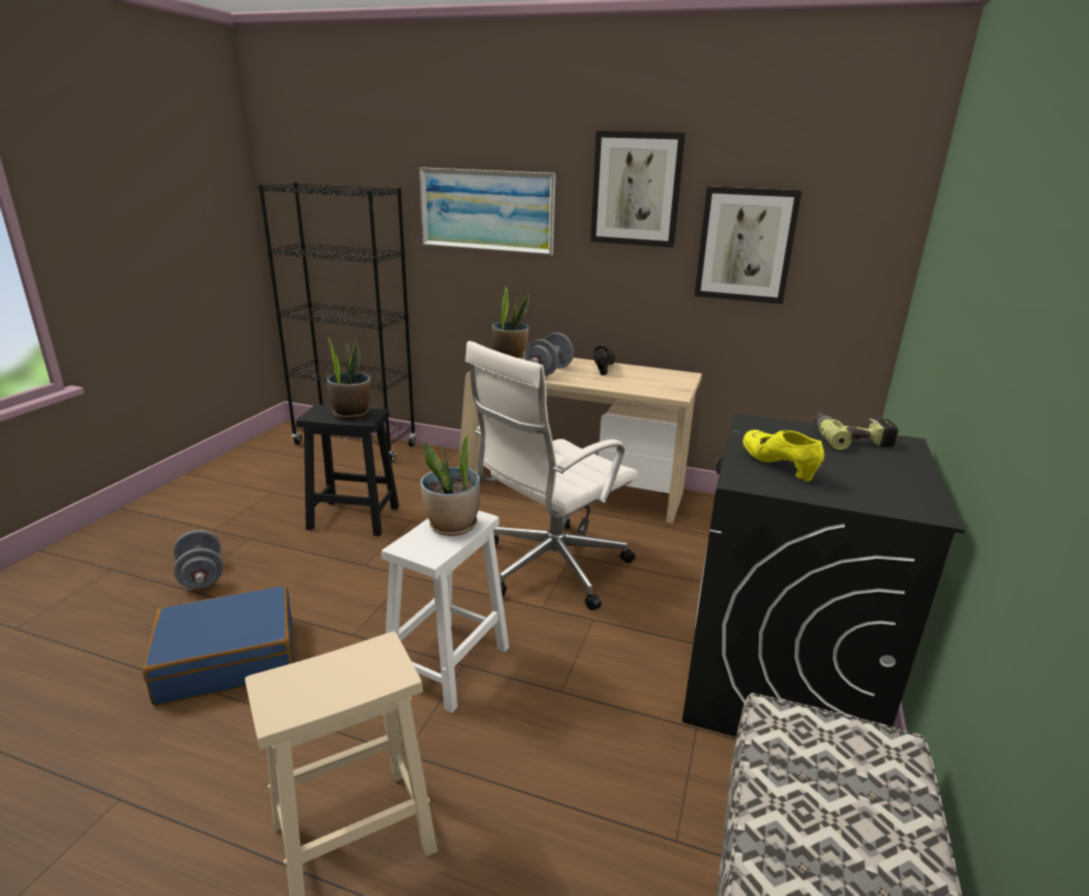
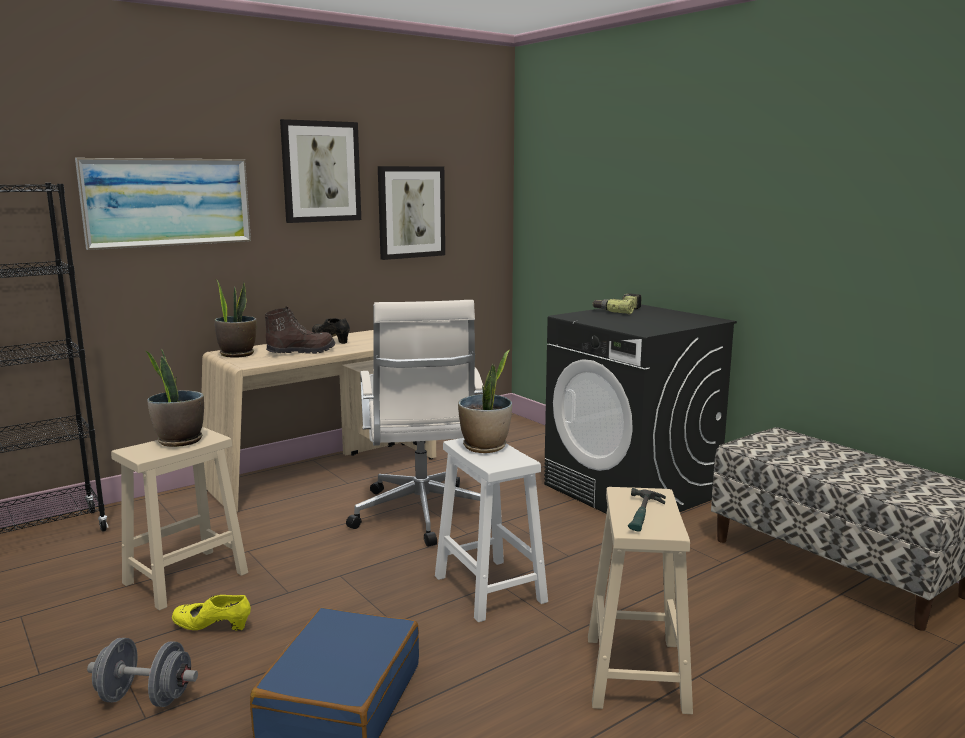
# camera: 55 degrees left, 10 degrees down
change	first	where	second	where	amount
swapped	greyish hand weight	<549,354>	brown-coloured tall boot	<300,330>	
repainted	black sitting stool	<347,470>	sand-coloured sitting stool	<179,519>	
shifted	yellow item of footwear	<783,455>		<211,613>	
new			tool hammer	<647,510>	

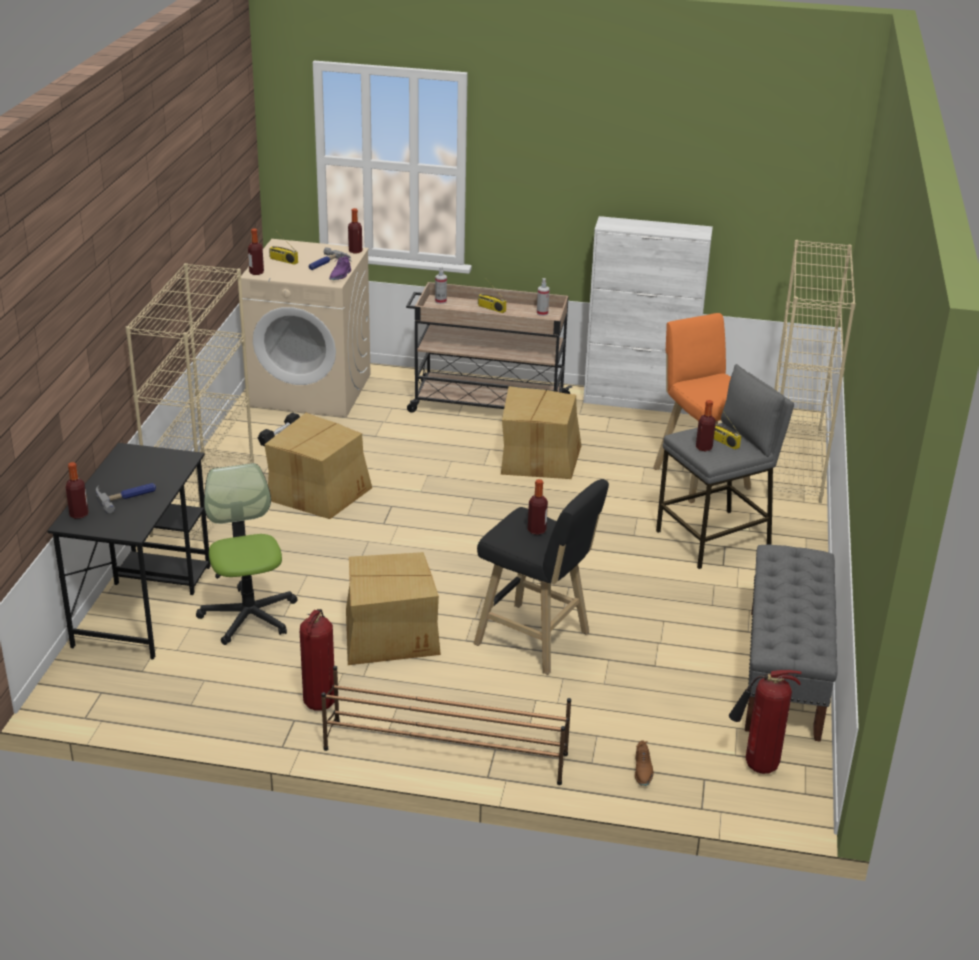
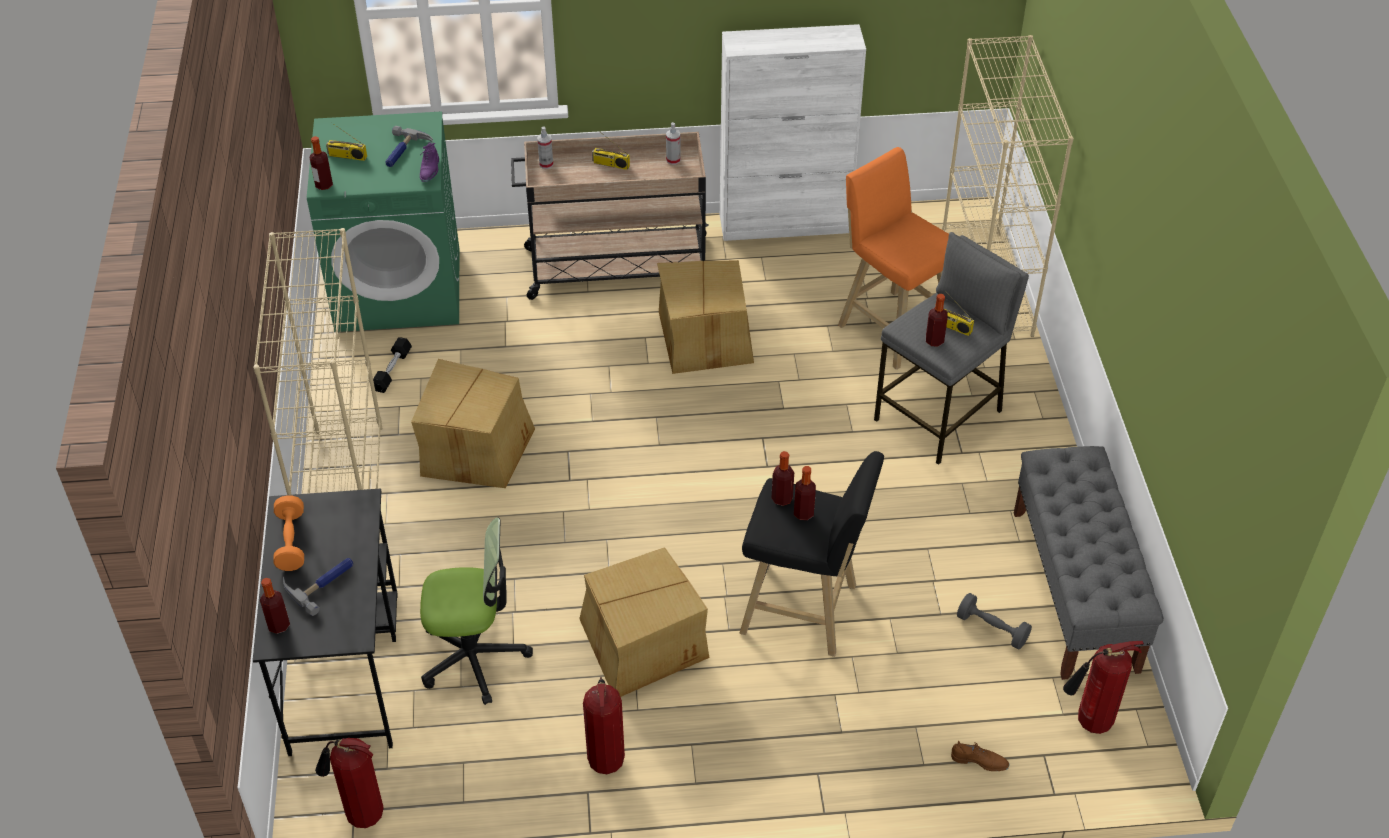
# camera: 15 degrees left, 15 degrees up
change	first	where	second	where	amount
shifted	bottle	<355,231>		<783,478>	
repainted	sand-coloured laundry appliance	<306,328>	greenish laundry appliance	<383,221>	
rotated	office chair	<246,554>		<476,611>	120 degrees clockwise
gone	brown-coloured shoe rack	<446,725>			
rotated	brown-coloured item of footwear	<644,763>		<980,756>	60 degrees counterclockwise
new			orange-coloured hand weight	<289,533>	
new			greyish hand weight	<994,621>	
new			fire-fighting cylinder	<349,783>	

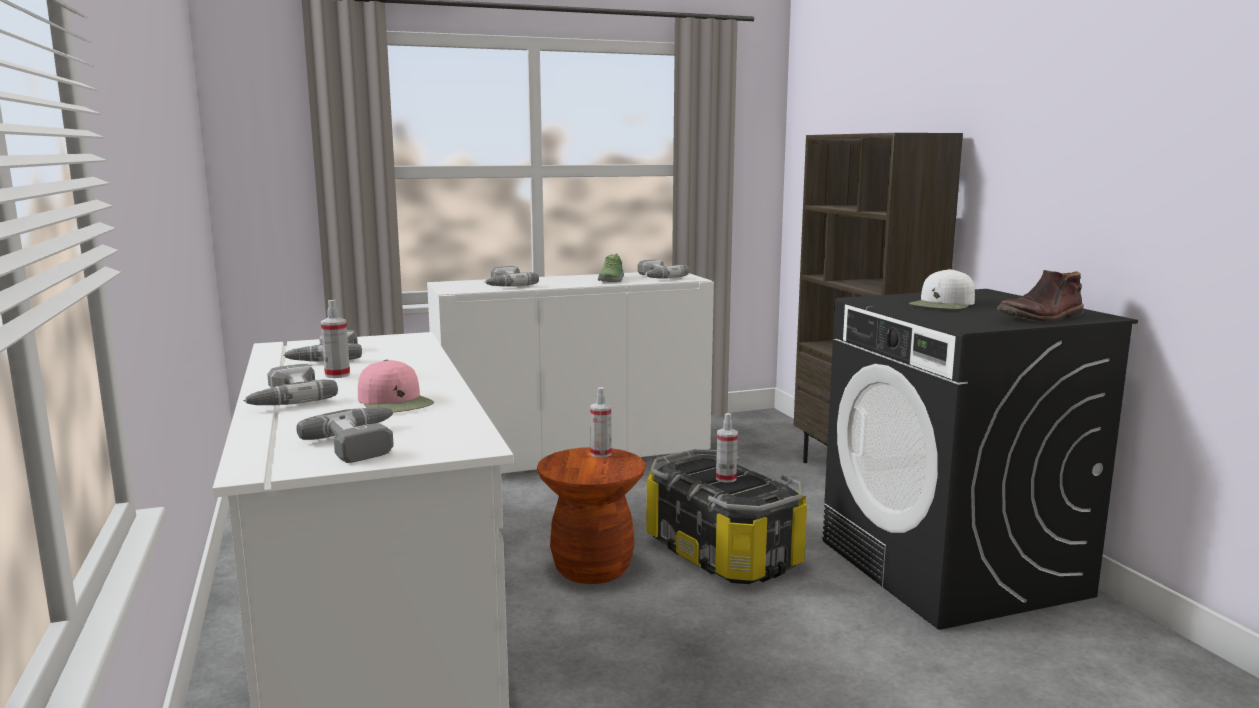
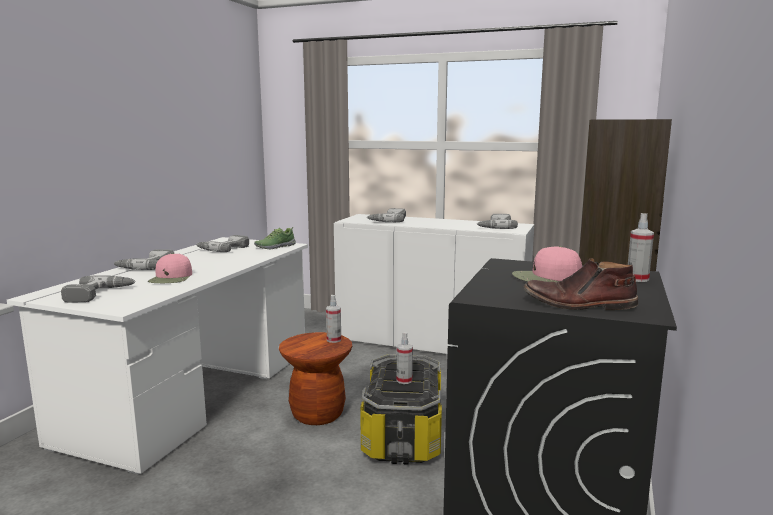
# camera: 40 degrees right, 0 degrees up
change	first	where	second	where	amount
shifted	item of footwear	<611,267>		<275,238>	
repainted	white cap	<941,289>	pinkish cap	<547,264>	
shifted	sprayer	<335,339>		<641,247>	

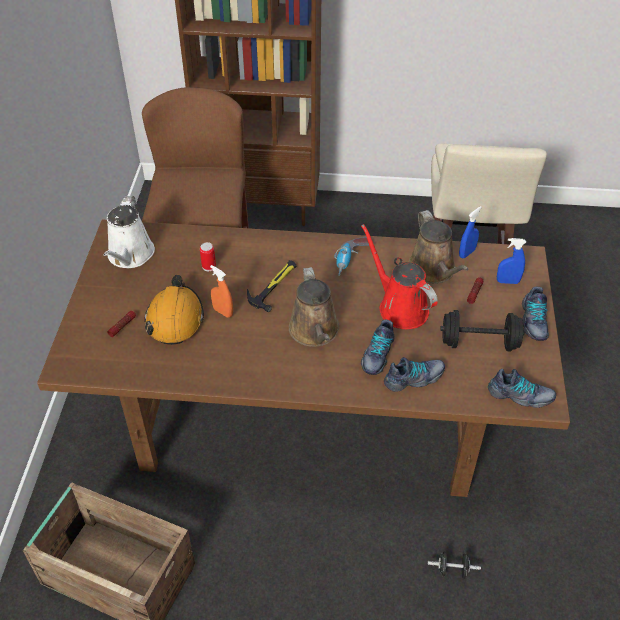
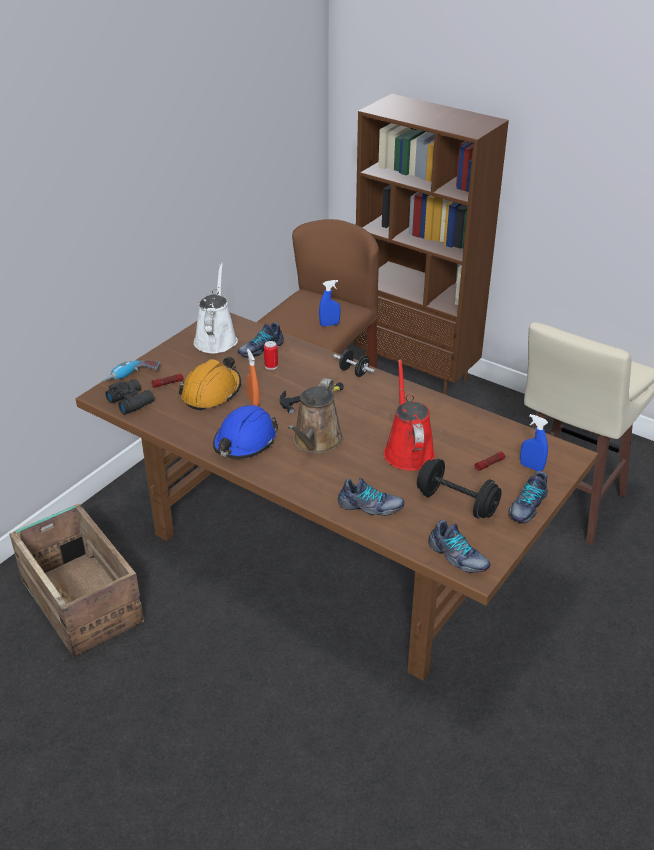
# camera: 30 degrees right, 10 degrees down
change	first	where	second	where	amount
rotated	white watering can	<129,232>		<216,307>	150 degrees clockwise
shifted	bluish sprayer	<470,232>		<330,303>	
gone	brown-coloured watering can	<439,247>			
shifted	electric drill	<351,256>		<131,371>	
shifted	item of footwear	<378,347>		<261,340>	
shifted	black hand weight	<454,565>		<354,363>	
new			black binoculars	<129,397>	
new			bluish hard hat	<245,431>	

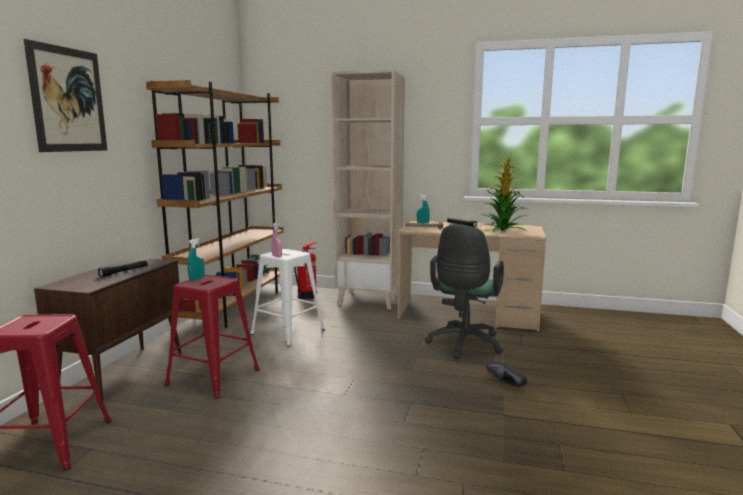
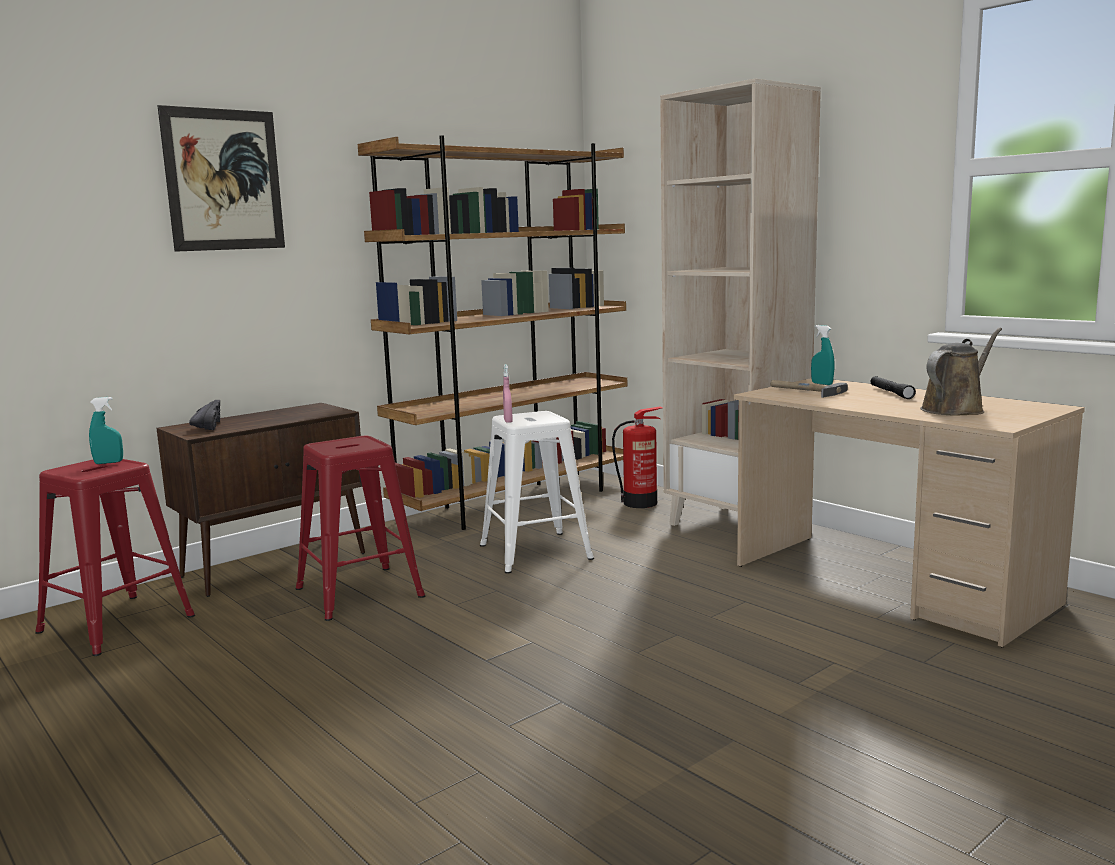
# camera: 35 degrees right, 0 degrees up
change	first	where	second	where	amount
swapped	potted plant	<505,194>	brown-coloured watering can	<961,372>	
gone	greenish office chair	<464,291>			
shifted	blue-green sprayer	<196,259>		<106,430>	
gone	black torch	<122,268>			
shifted	black item of footwear	<506,374>		<204,415>	

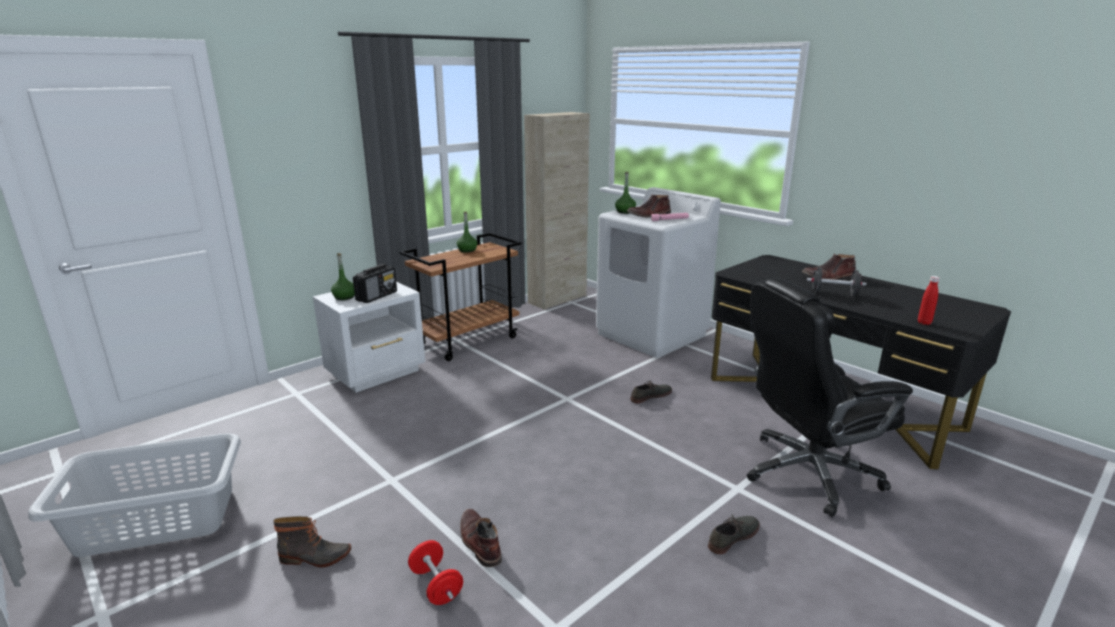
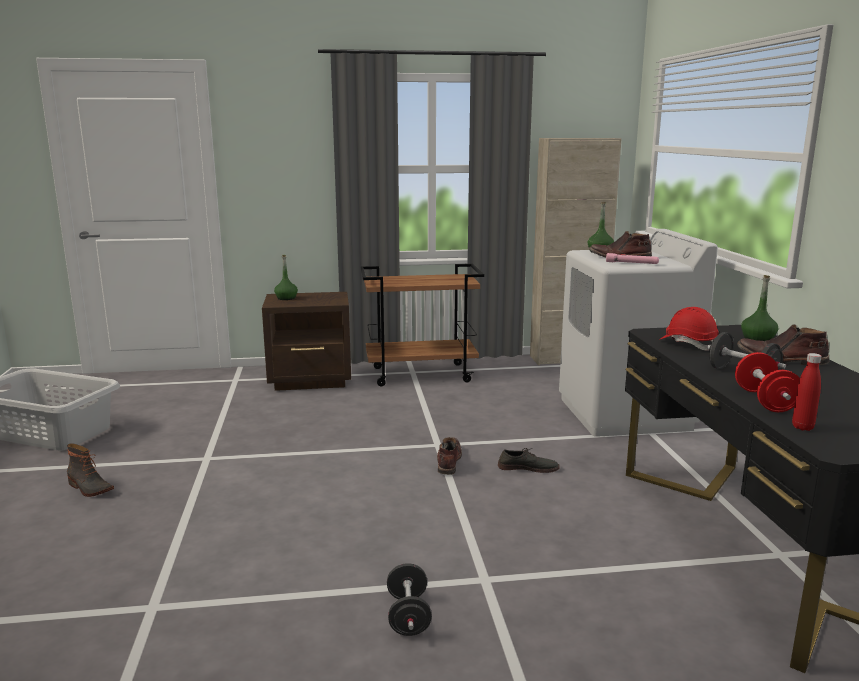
# camera: 35 degrees right, 5 degrees down
change	first	where	second	where	amount
shifted	greenish bottle	<467,232>		<759,308>	
gone	radio	<375,283>			
gone	black office chair	<830,397>			
repainted	white night table	<369,337>	brown-coloured night table	<306,341>	
shifted	brown-coloured tall boot	<481,538>		<449,456>	
swapped	greyish item of footwear	<734,534>	black hand weight	<409,599>	
shifted	red-coloured hand weight	<435,572>		<767,382>	
new			red-coloured hard hat	<689,329>	

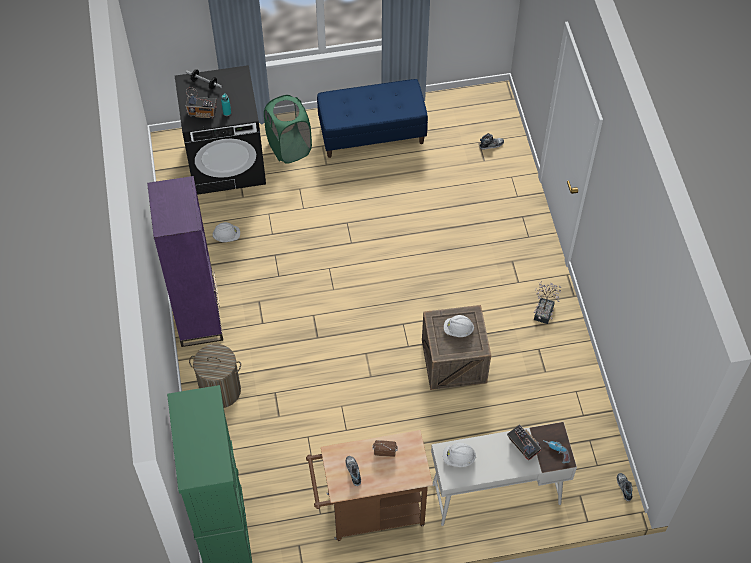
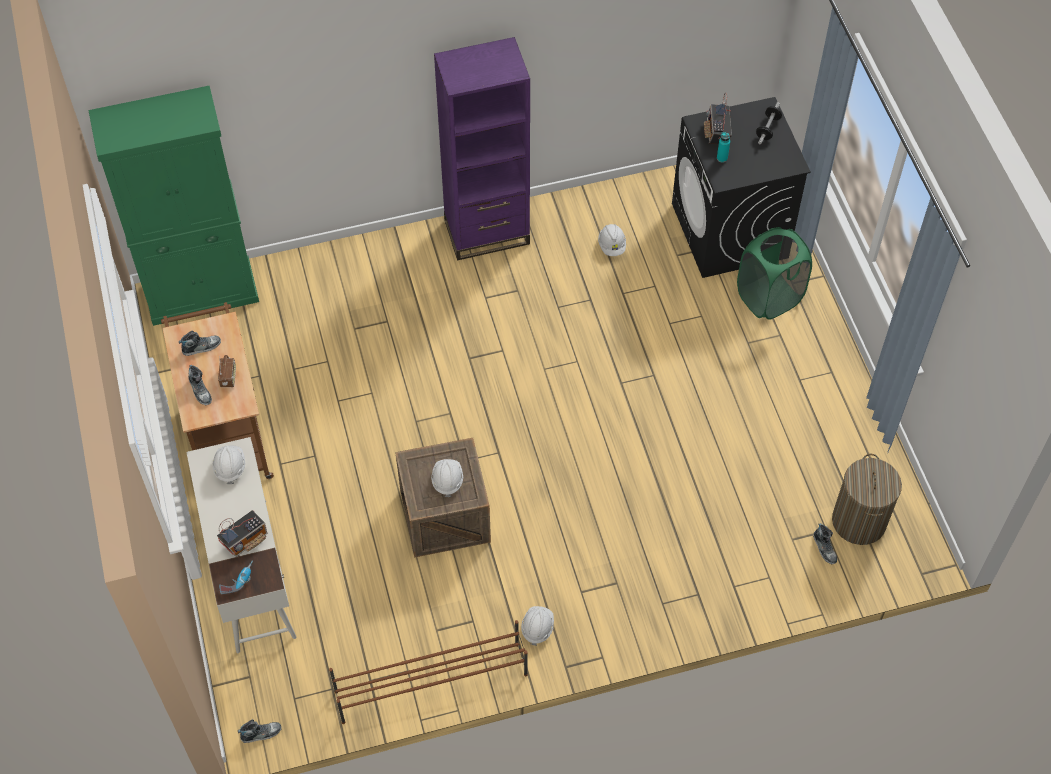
# camera: 85 degrees right, 0 degrees up
change	first	where	second	where	amount
gone	bluish indoor bench	<372,118>			
swapped	potted plant	<547,302>	white hard hat	<537,626>	
shifted	laundry basket	<215,376>		<867,499>	
new			item of footwear	<200,385>	
new			brown-coloured shoe rack	<428,672>	

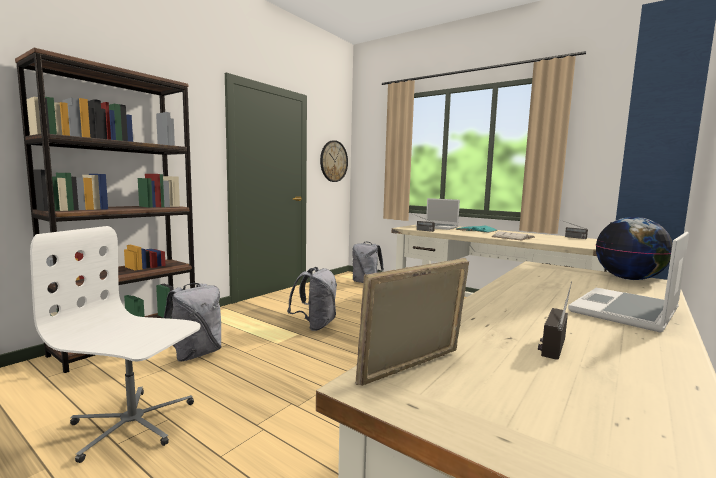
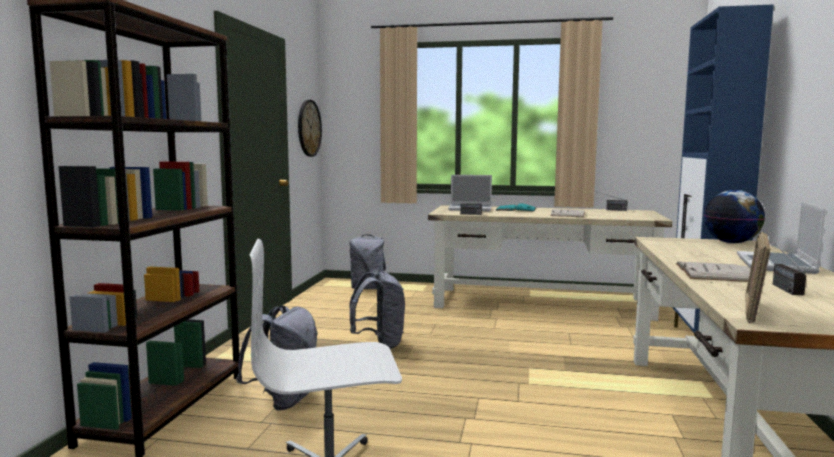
# camera: 25 degrees left, 0 degrees up
change	first	where	second	where	amount
new			white book	<713,271>	

